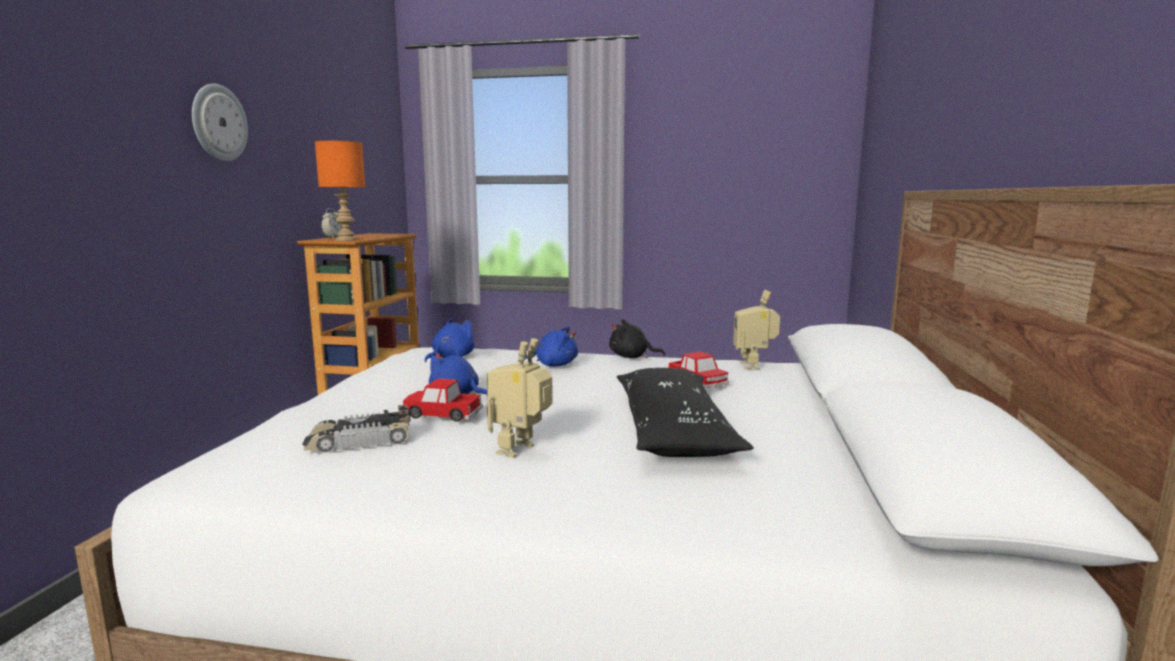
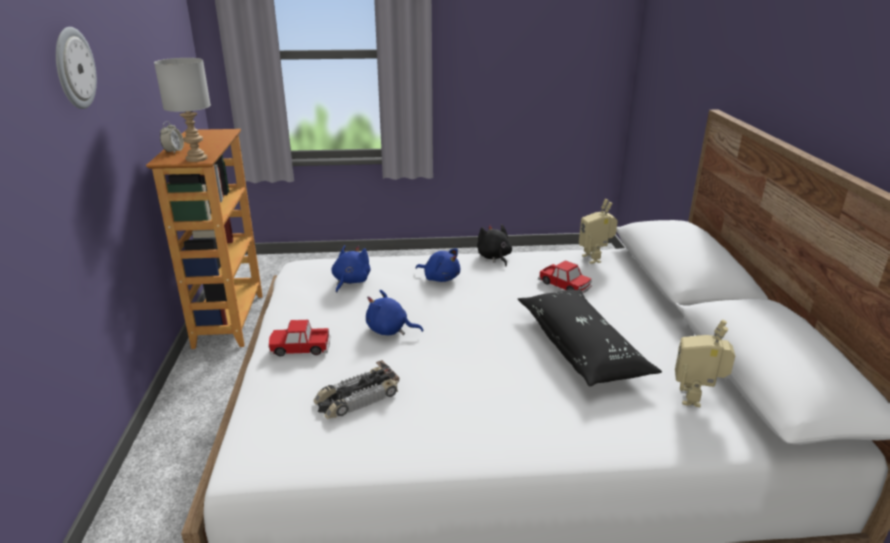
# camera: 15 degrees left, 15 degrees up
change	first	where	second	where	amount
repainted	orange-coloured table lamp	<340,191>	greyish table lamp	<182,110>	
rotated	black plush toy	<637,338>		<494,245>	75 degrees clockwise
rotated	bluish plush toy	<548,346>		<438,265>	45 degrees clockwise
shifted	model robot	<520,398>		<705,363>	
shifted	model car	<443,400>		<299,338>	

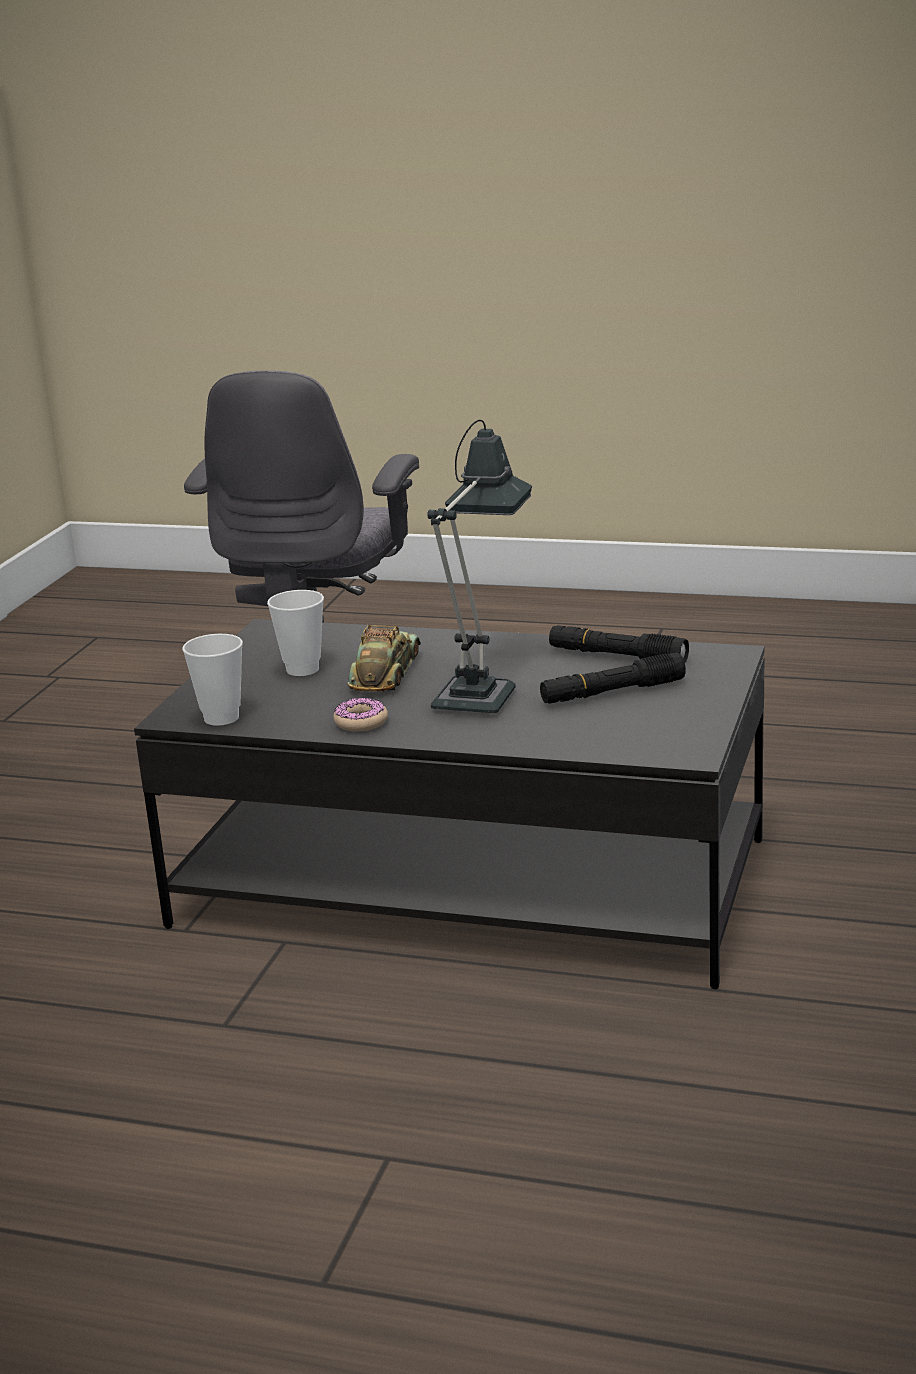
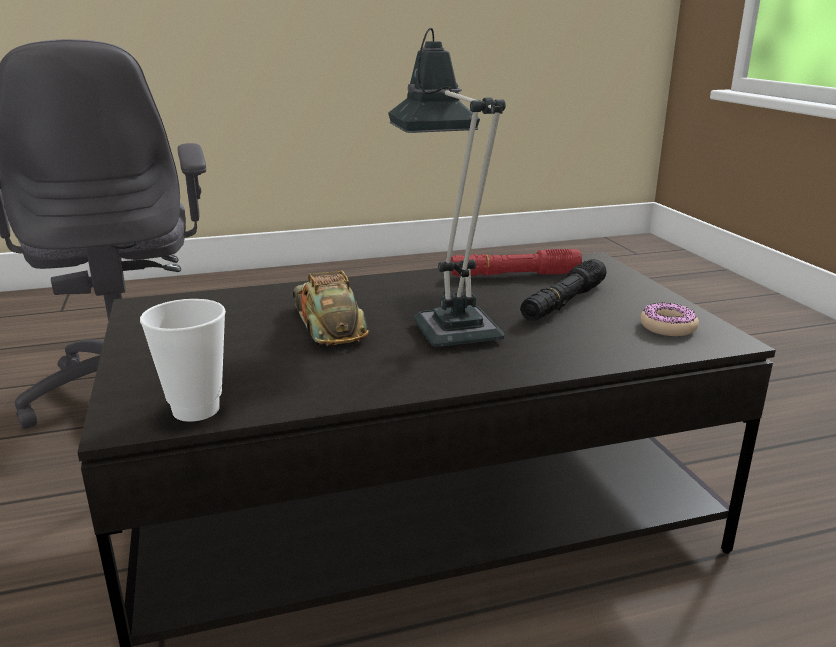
# camera: 35 degrees left, 0 degrees up
change	first	where	second	where	amount
gone	drinking cup	<295,633>			
repainted	black torch	<619,644>	red-coloured torch	<516,262>	
shifted	donut	<361,715>		<669,319>	

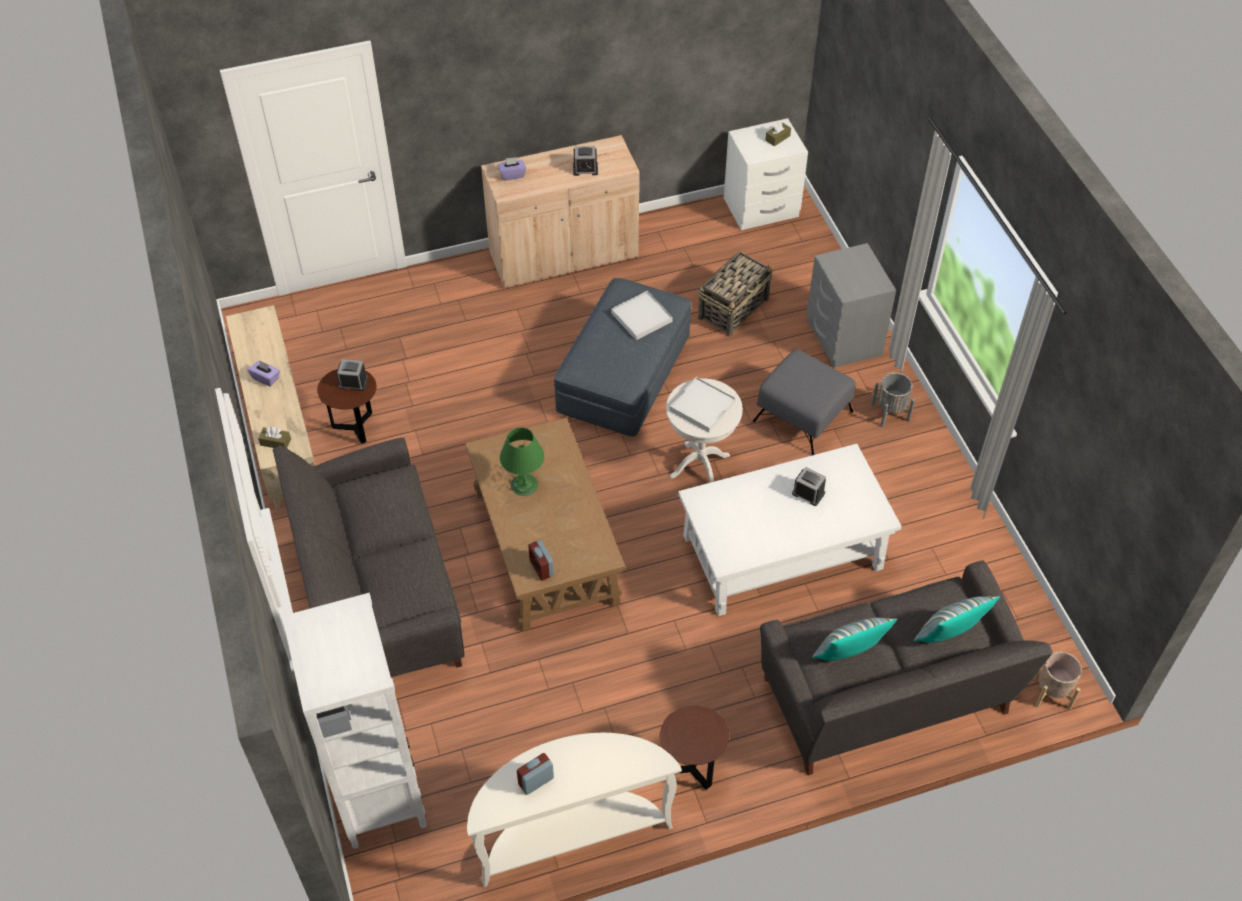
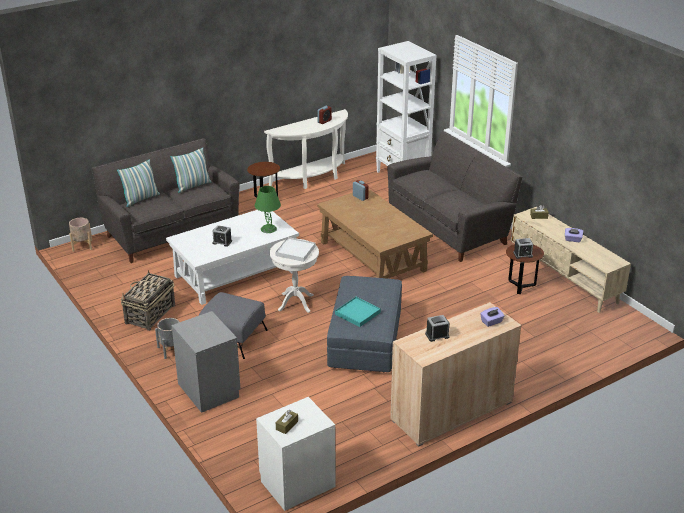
# camera: 165 degrees right, 20 degrees down
change	first	where	second	where	amount
shifted	household basket	<735,294>		<148,300>	
repainted	white serving tray	<642,315>	blue-green serving tray	<358,312>	
shifted	greenish table lamp	<522,461>		<268,209>	

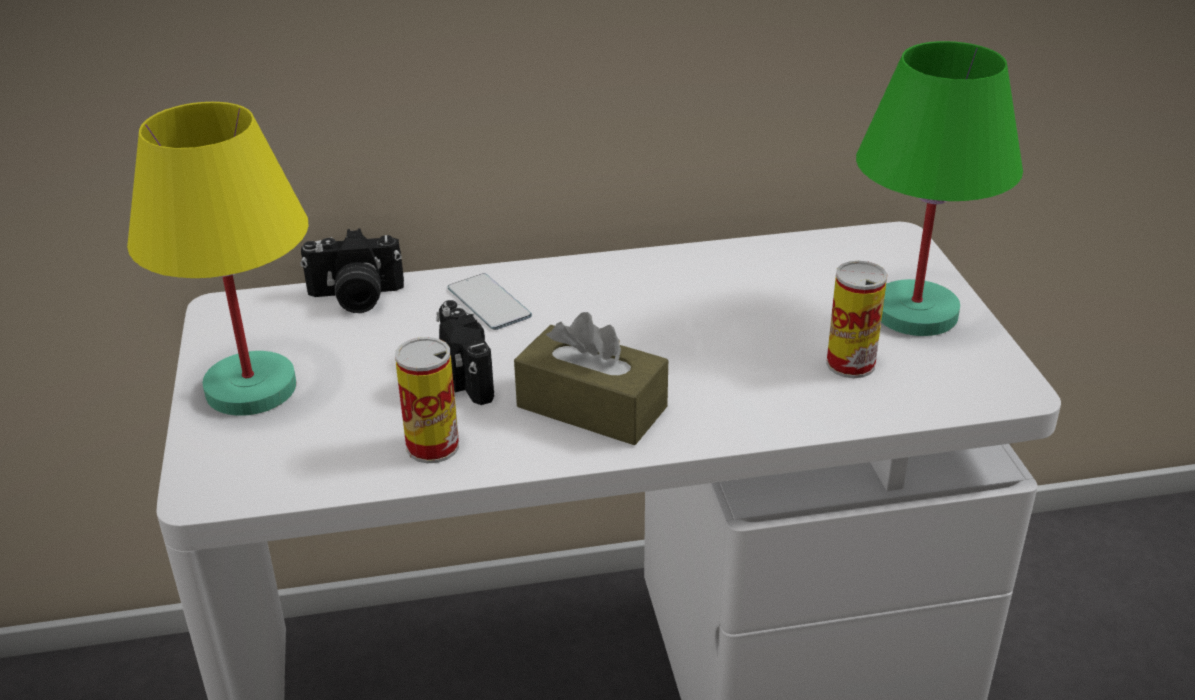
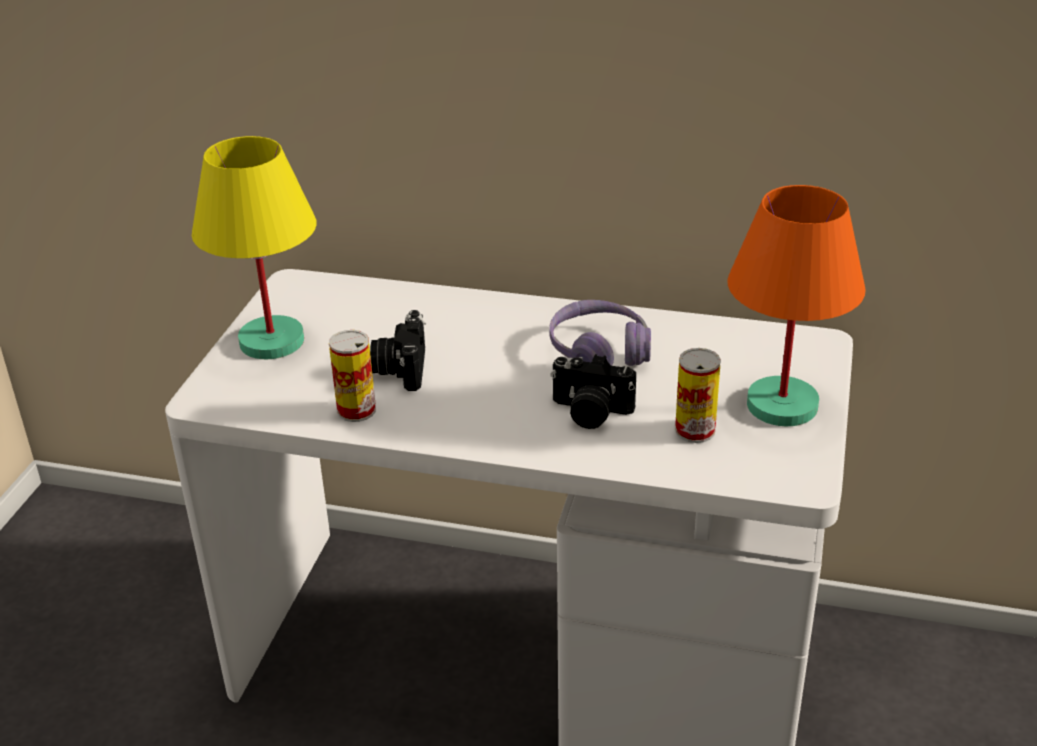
# camera: 25 degrees right, 0 degrees up
change	first	where	second	where	amount
repainted	greenish table lamp	<939,188>	orange-coloured table lamp	<796,305>	
shifted	photo camera	<352,270>		<593,391>	
gone	telephone	<490,301>			
gone	brown-coloured tissue box	<591,378>			
new			purple headset	<600,333>	

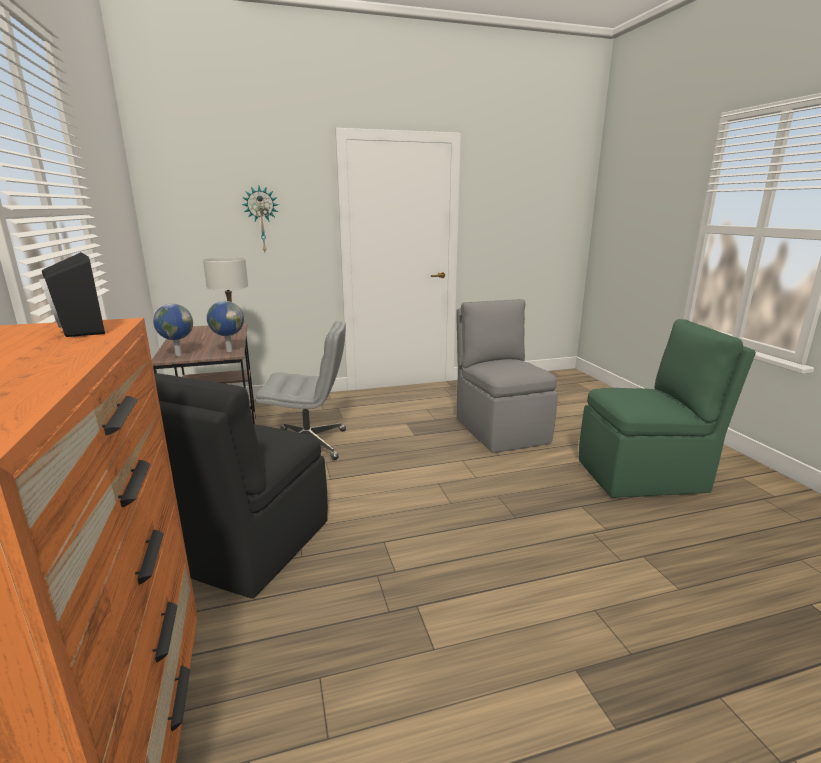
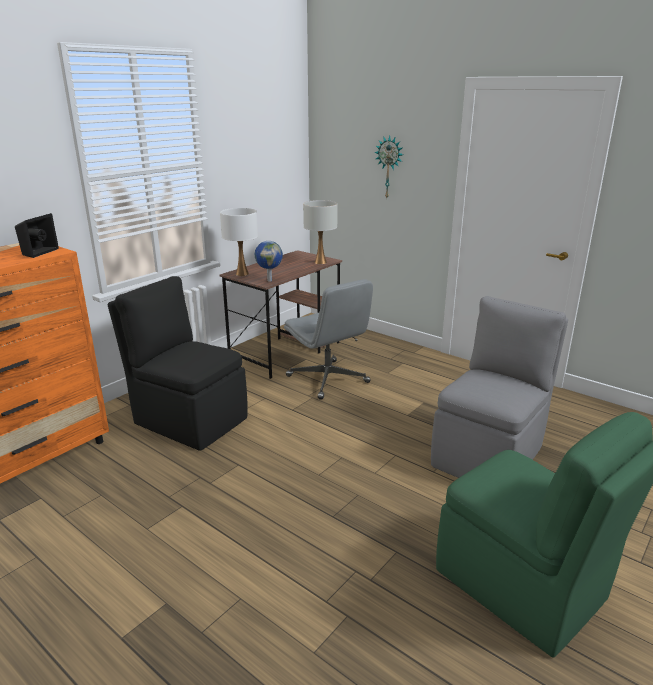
# camera: 55 degrees right, 5 degrees up
change	first	where	second	where	amount
swapped	desk globe	<173,330>	white table lamp	<239,242>	
rotated	black plain chair	<241,486>		<178,363>	45 degrees clockwise

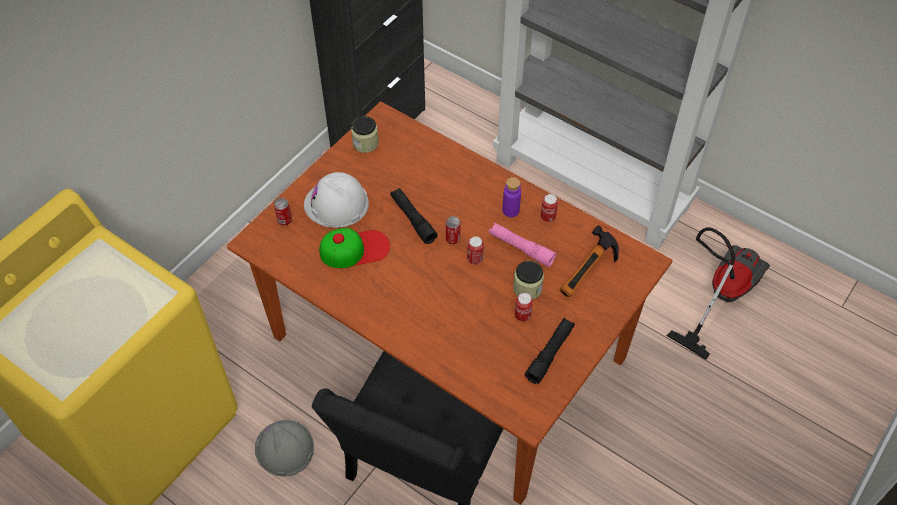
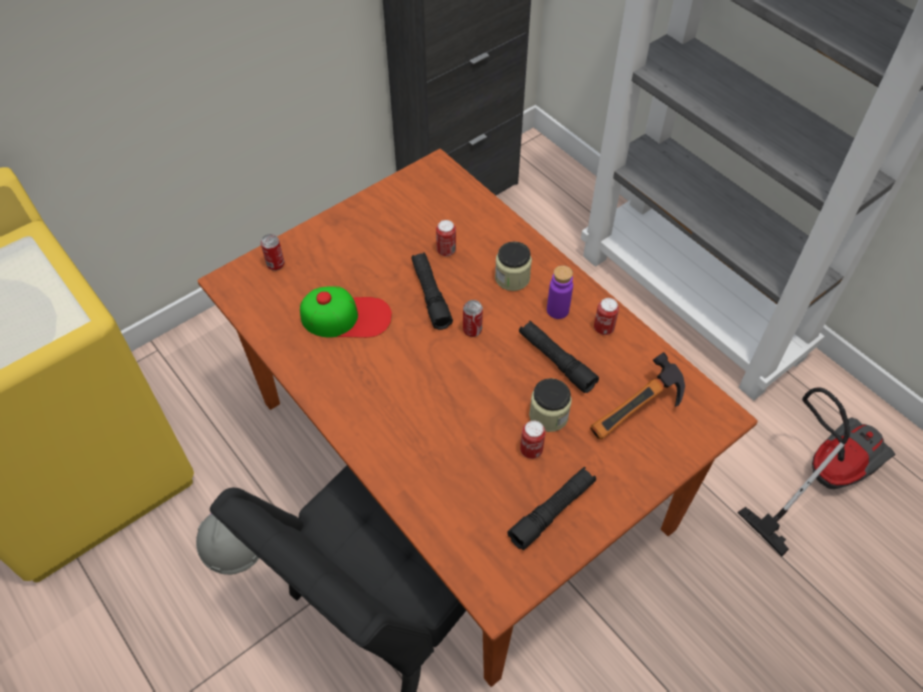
# camera: 15 degrees right, 0 degrees up
change	first	where	second	where	amount
shifted	preserve jar	<365,134>		<513,266>	
gone	white hard hat	<336,200>			
repainted	pinkish torch	<522,245>	black torch	<559,356>	
shifted	sealed can	<475,250>		<446,238>	

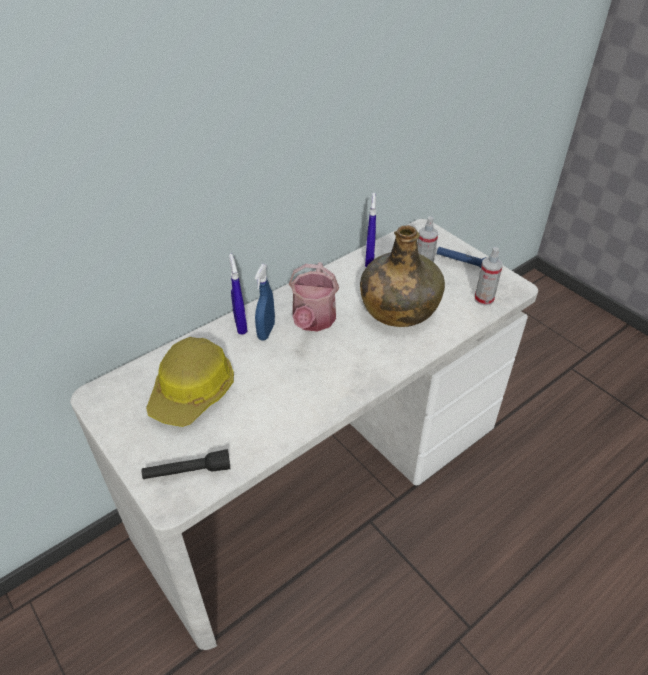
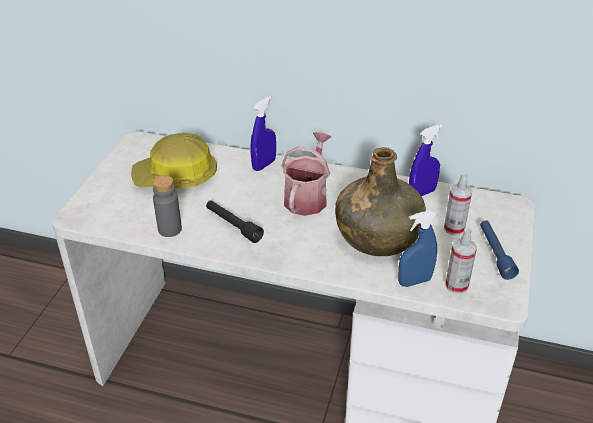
# camera: 55 degrees right, 5 degrees down
change	first	where	second	where	amount
rotated	watering can	<314,297>		<306,174>	135 degrees clockwise
shifted	bluish sprayer	<265,302>		<417,248>	
shifted	black torch	<186,464>		<235,221>	
new			greyish bottle	<167,206>	

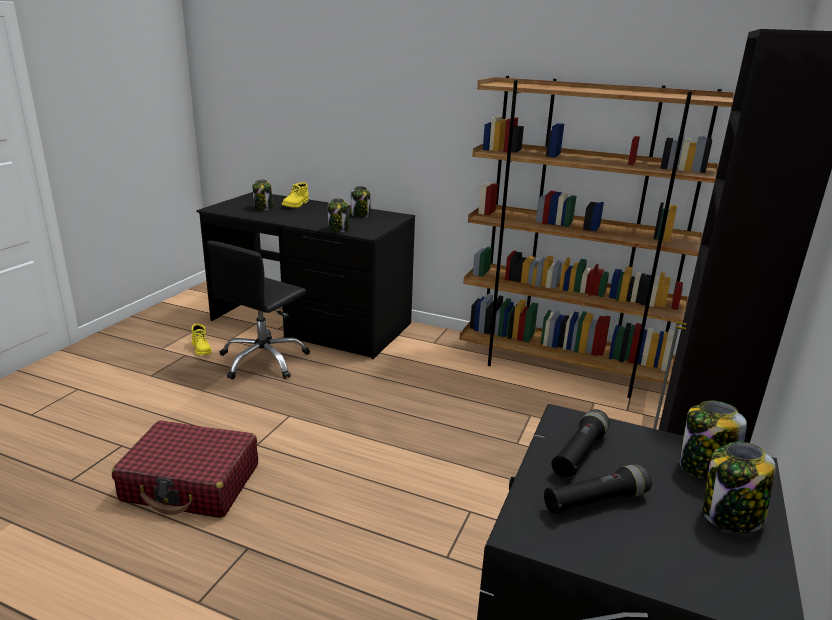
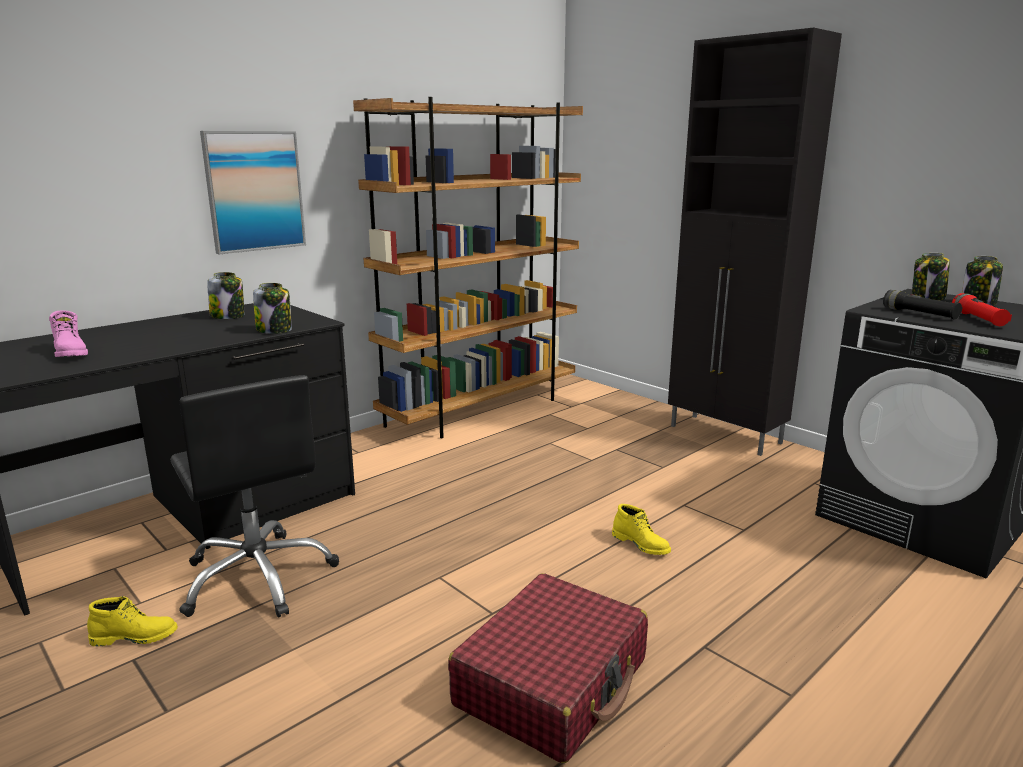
# camera: 65 degrees left, 5 degrees down
change	first	where	second	where	amount
swapped	preserve jar	<263,195>	pinkish tall boot	<68,333>	
shifted	yellow tall boot	<295,195>		<641,529>	
repainted	black torch	<598,489>	red-coloured torch	<982,309>	
new			wall art	<253,192>	

